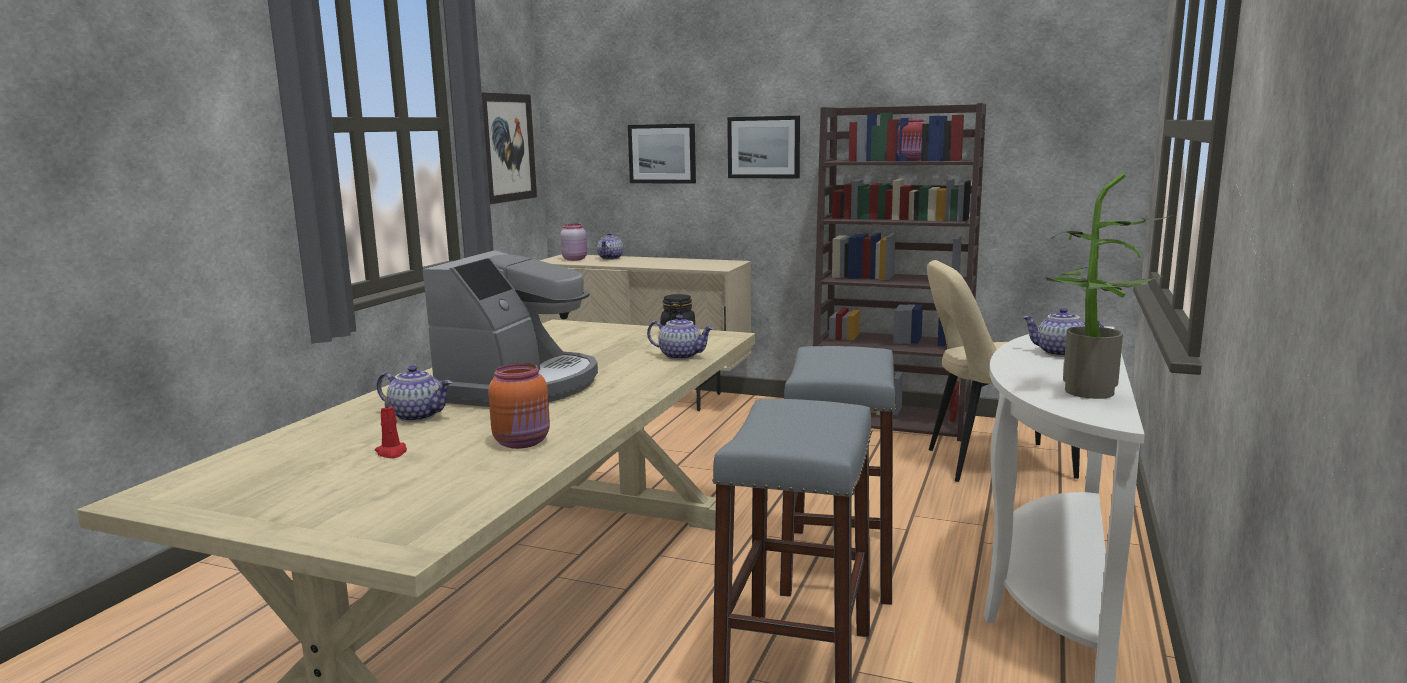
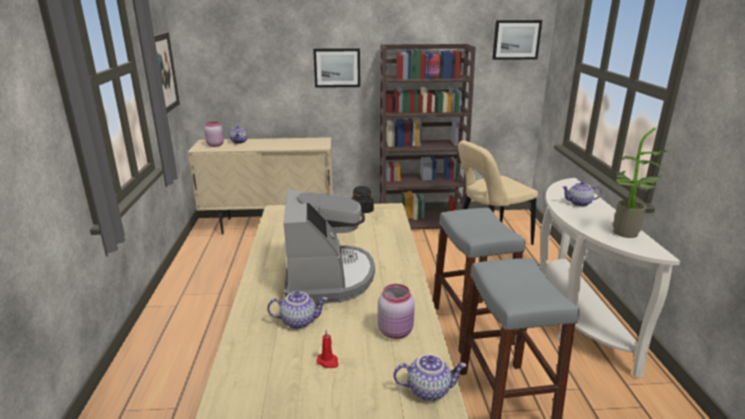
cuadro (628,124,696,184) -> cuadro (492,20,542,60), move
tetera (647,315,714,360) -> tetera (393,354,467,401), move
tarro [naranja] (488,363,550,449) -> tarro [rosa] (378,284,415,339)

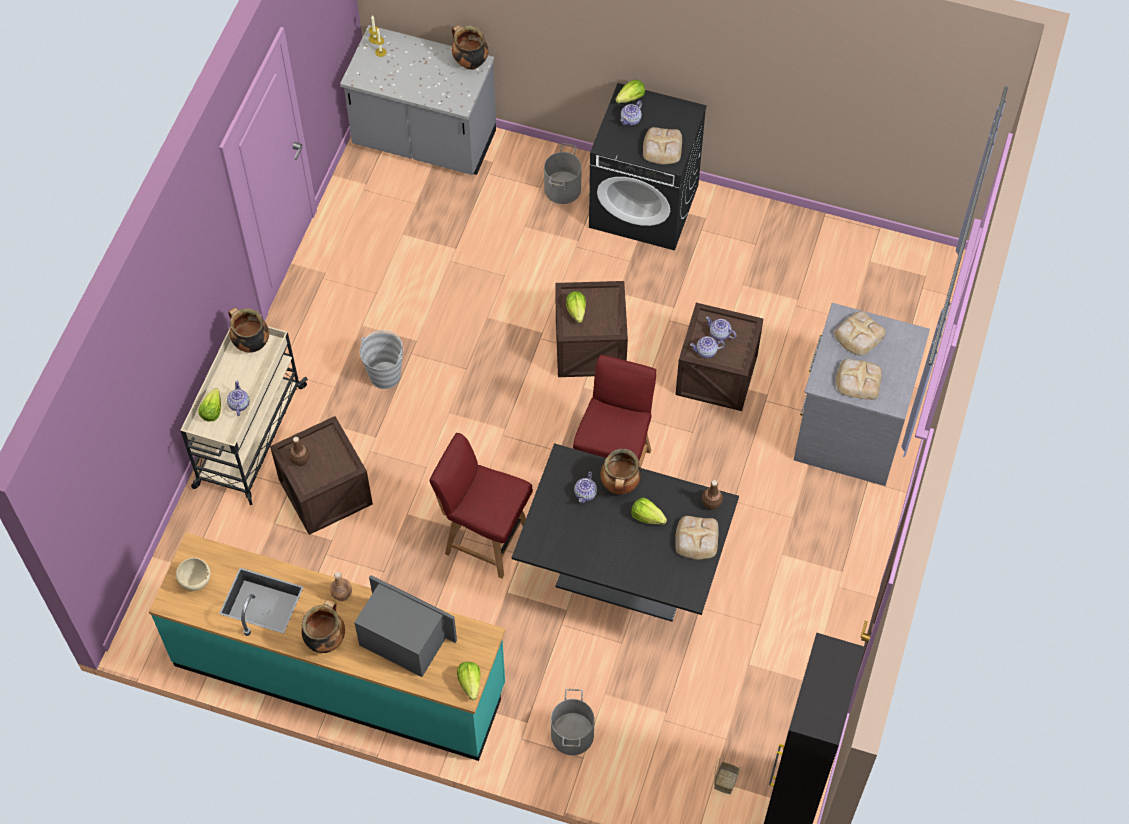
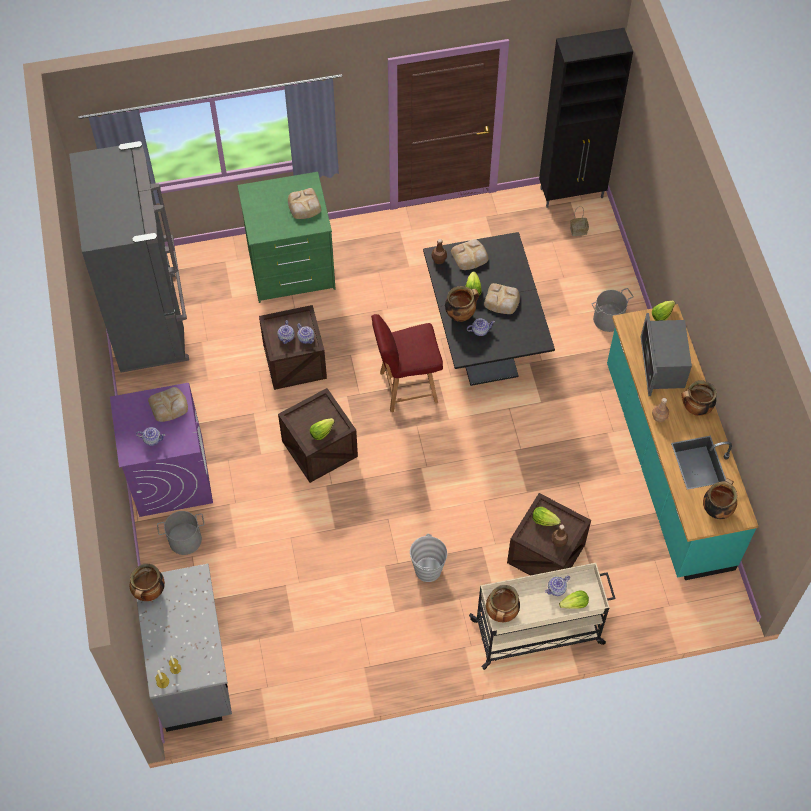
lechuga (615,80,645,103) -> lechuga (532,507,561,526), move
lavadora [negro] (589,83,707,251) -> lavadora [morado] (110,383,213,517)
cómoda [gris] (794,303,930,486) -> cómoda [verde] (237,172,336,303)
pan (834,311,886,356) -> pan (484,283,520,314), move
silla [rojo] (429,433,533,579) -> none
cuenco [beis] (176,558,211,591) -> olla (703,478,737,519)
none -> nevera [gris] (69,141,189,373)

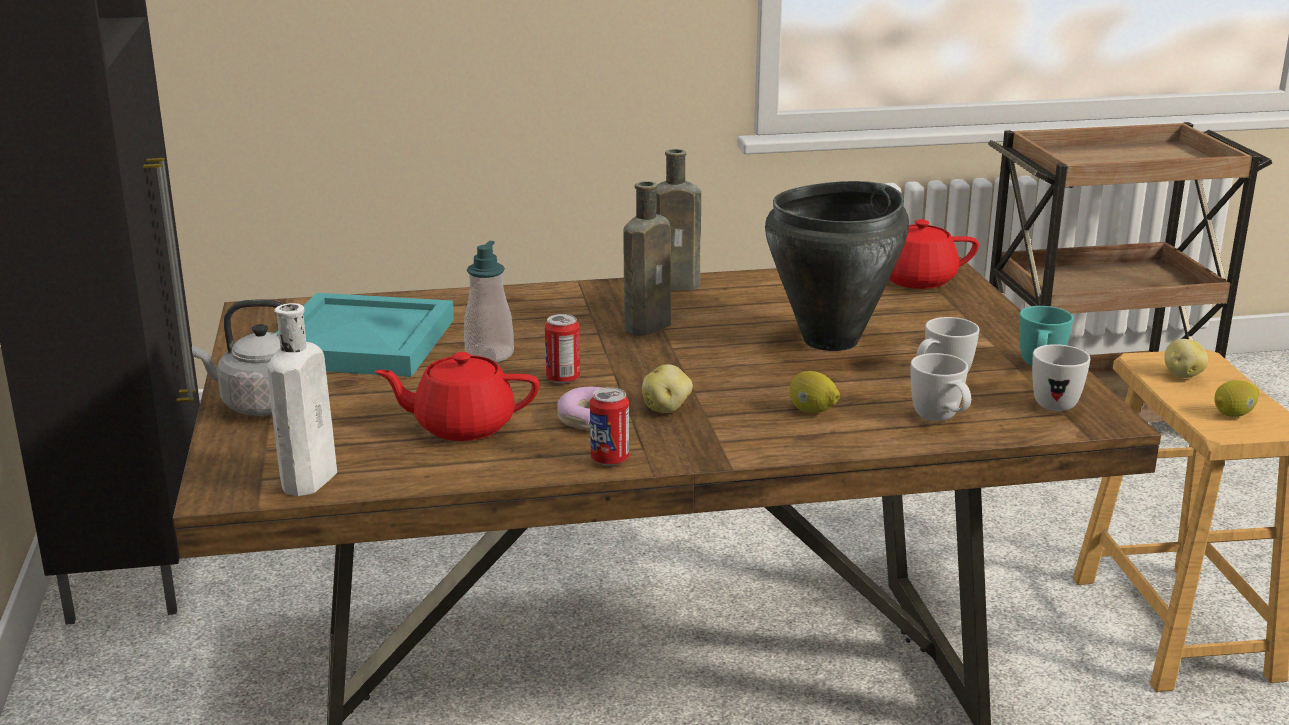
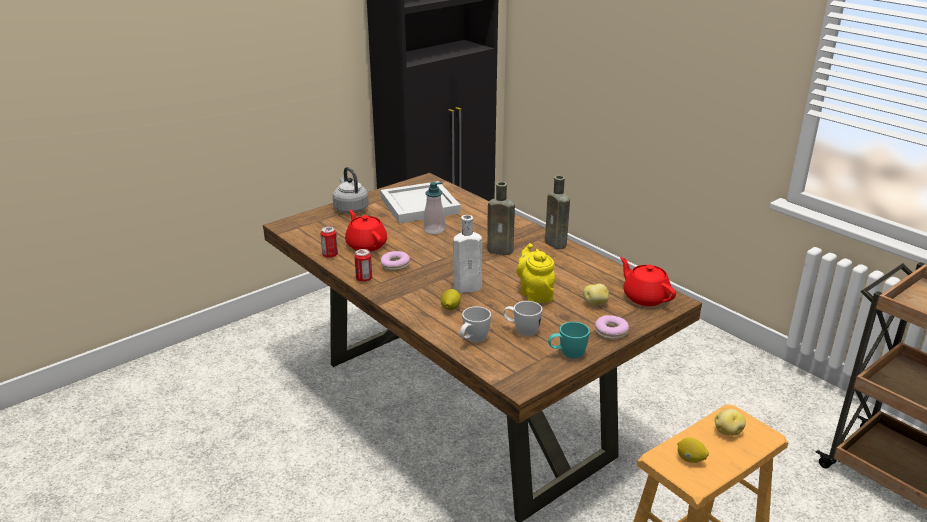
olla [negro] (765,181,909,351) -> tetera [amarillo] (516,243,555,304)
bandeja [turquesa] (276,293,454,377) -> bandeja [blanco] (380,181,460,223)
botella [blanco] (267,303,337,496) -> botella [blanco] (453,215,482,293), move
lata (545,314,580,384) -> lata (320,226,338,258), move
taza grande [blanco] (1032,344,1090,411) -> none
patata (642,364,693,413) -> patata (583,284,609,305), move
none -> rosquilla (595,315,629,339)

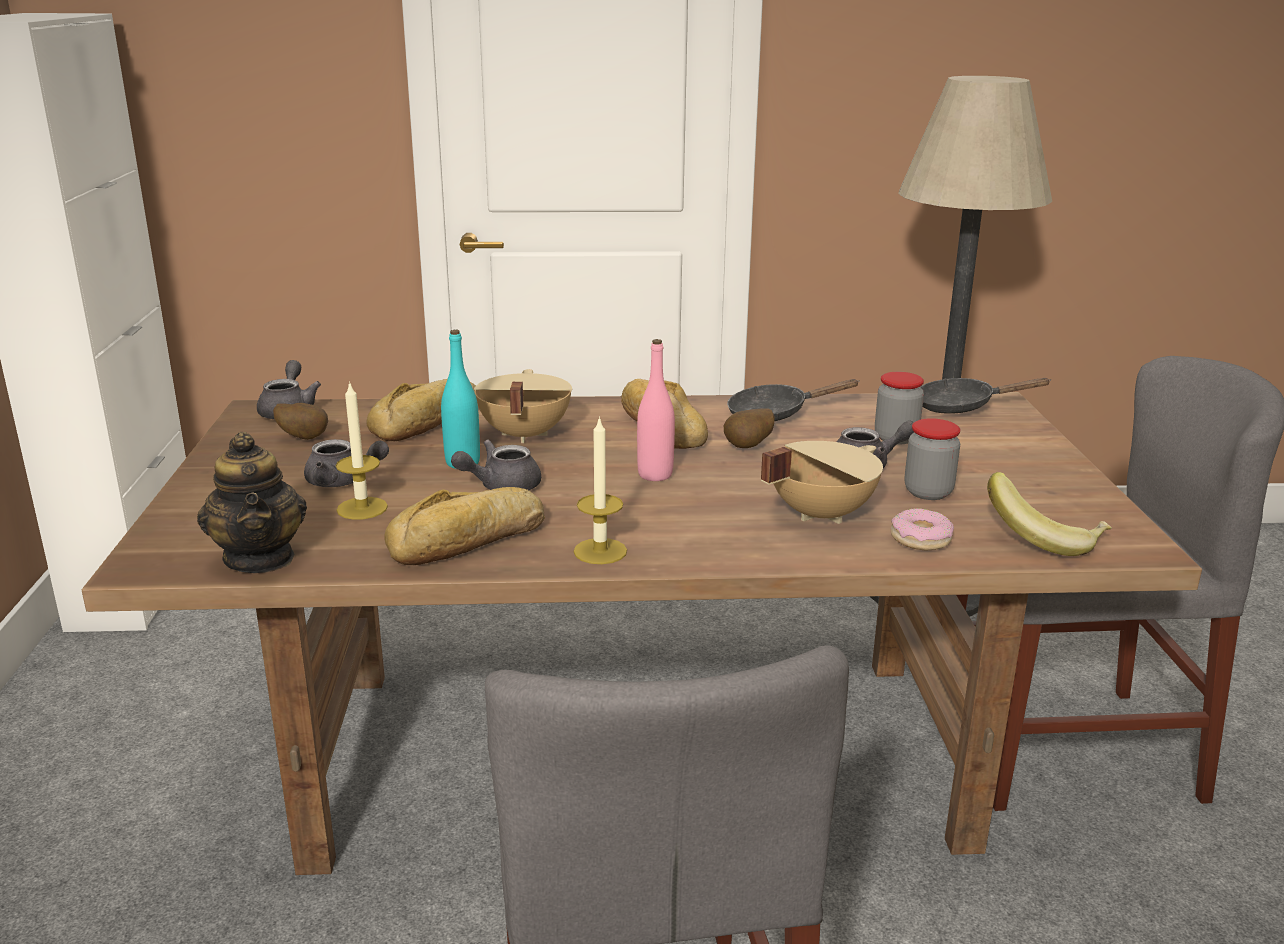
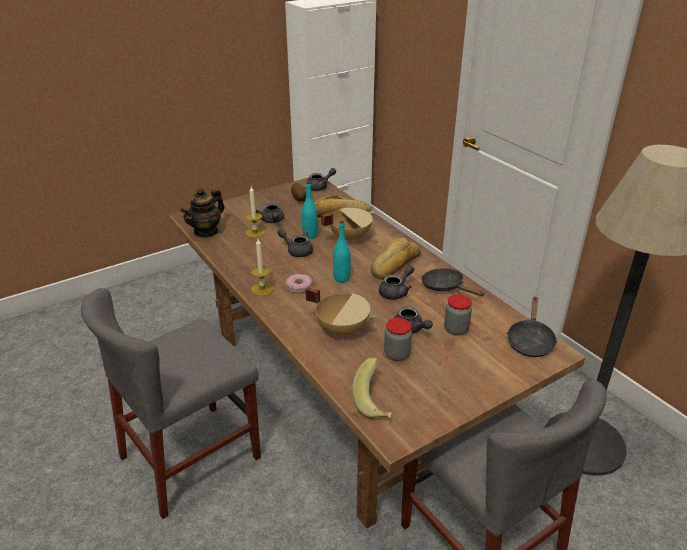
botella [rosa] (637,339,675,481) -> botella [turquesa] (333,221,351,283)
sartén [negro] (920,378,1051,414) -> sartén [negro] (507,297,558,357), 135 degrees counterclockwise
patata (724,408,775,448) -> tetera [gris] (379,265,414,300)
pan (384,487,545,565) -> none
rosquilla (891,508,954,550) -> rosquilla (286,274,312,293), move

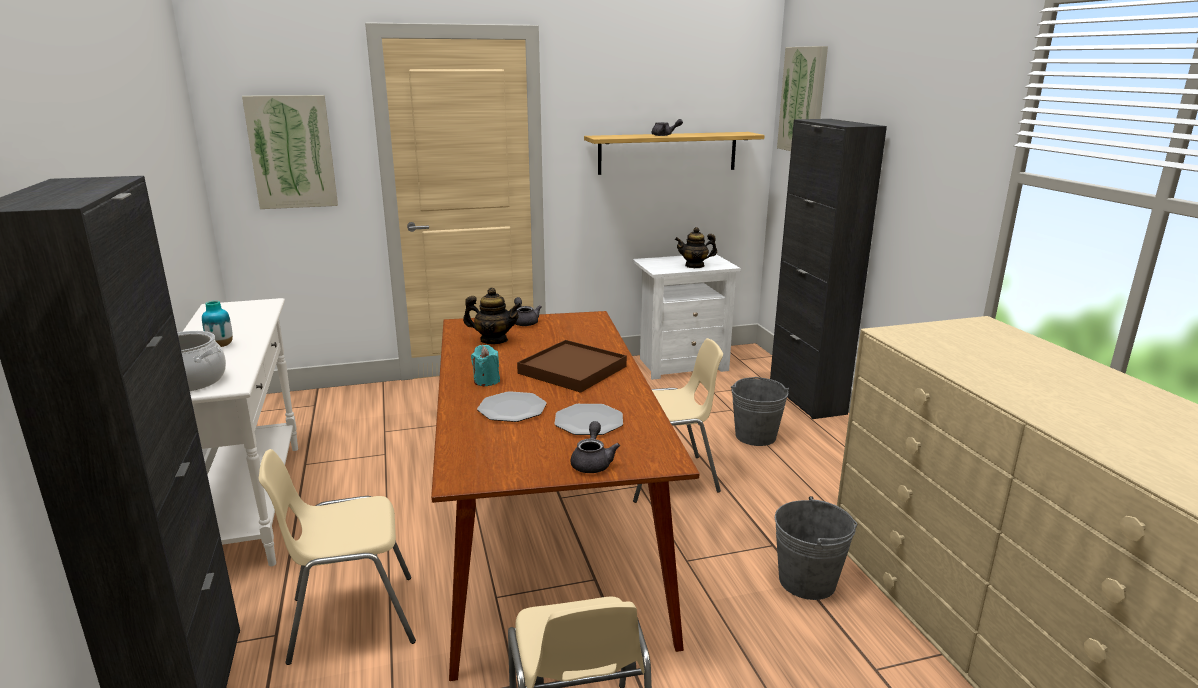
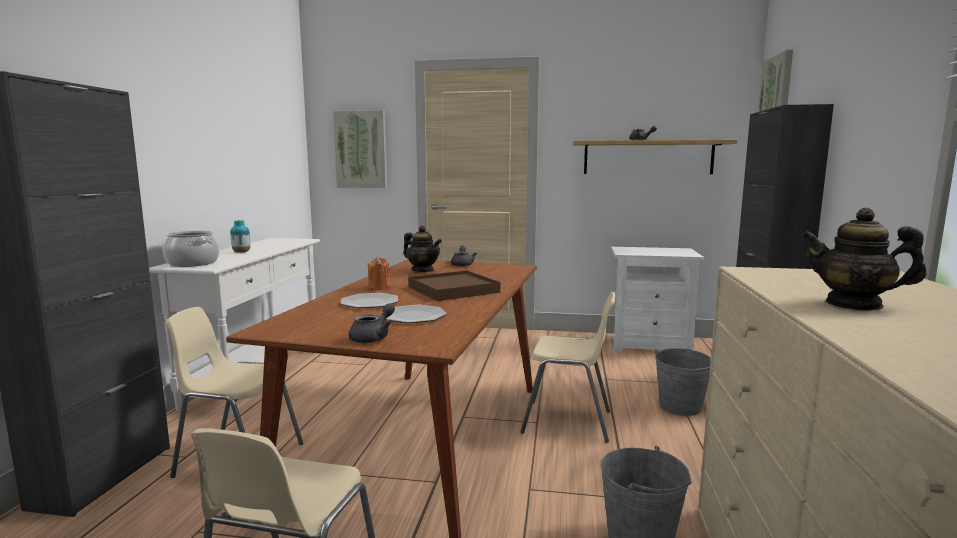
tetera (675,227,717,268) -> tetera (801,208,927,311), move
vela [turquesa] (471,345,500,386) -> vela [naranja] (367,257,390,290)

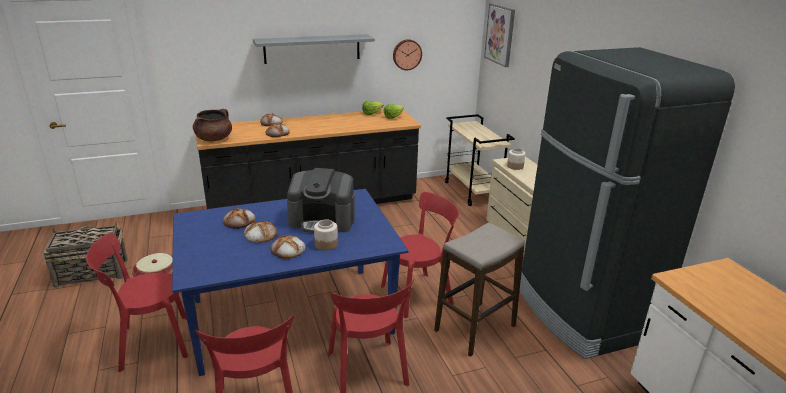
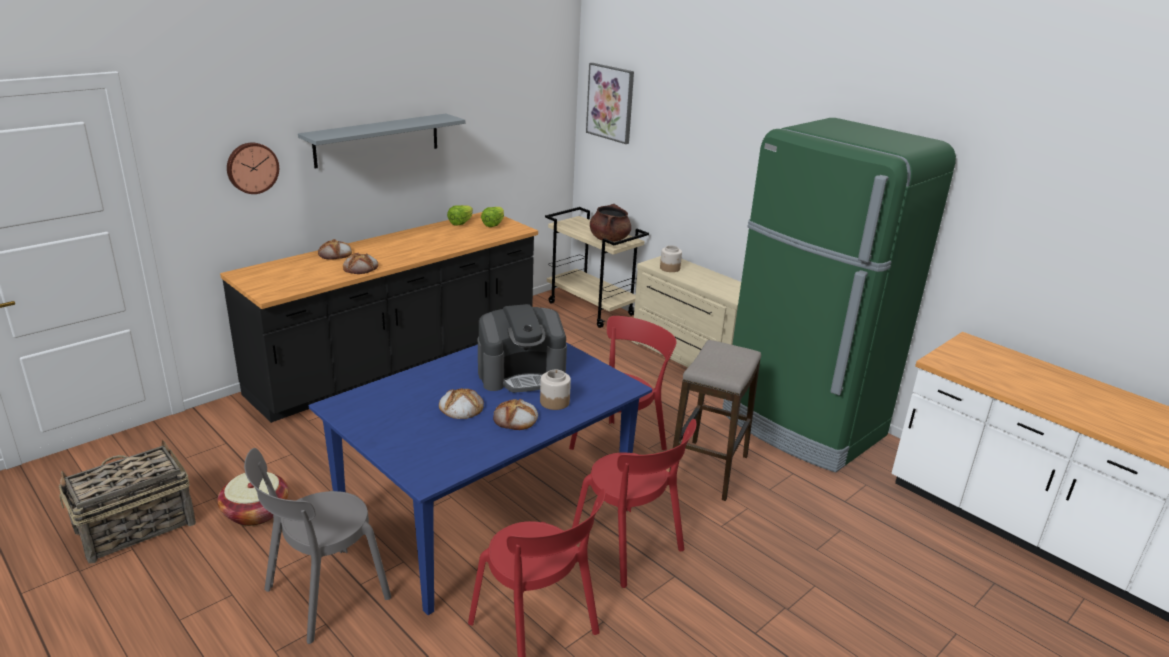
reloj de pared (393,39,422,70) -> reloj de pared (227,142,279,194), move
nevera [negro] (520,47,735,359) -> nevera [verde] (722,118,956,472)
olla [marrón] (193,109,232,141) -> olla [marrón] (590,204,631,242), move
pan (223,208,256,229) -> none
silla [rojo] (86,233,188,372) -> silla [gris] (244,448,391,644)

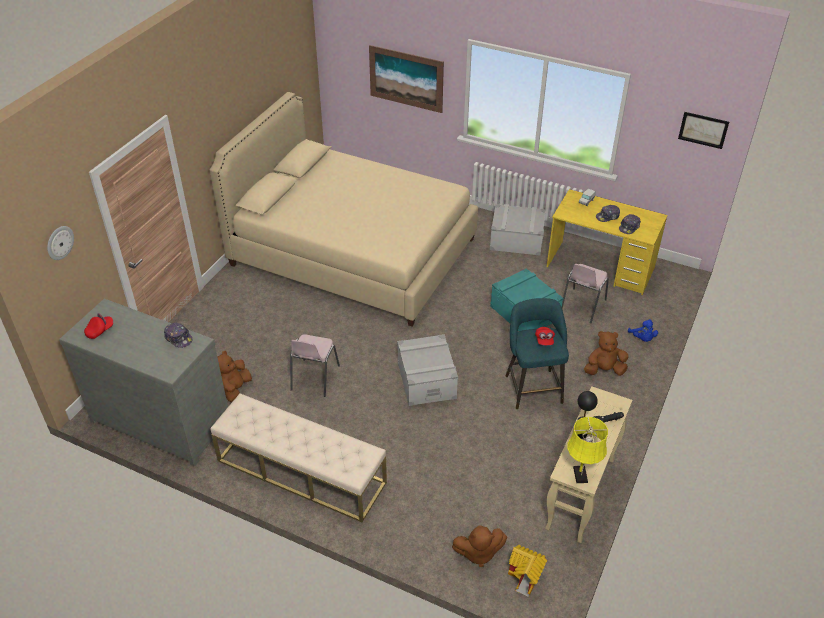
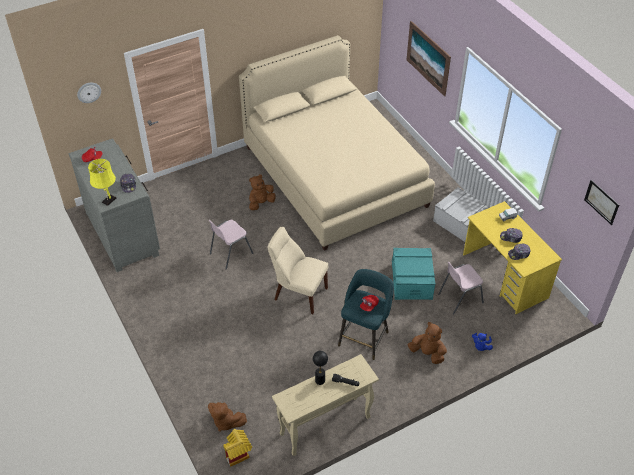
caja de almacenaje [gris] (397,334,458,406) -> silla [beis] (267,227,328,314)
peluche [marrón] (218,351,252,402) -> peluche [marrón] (249,174,275,210), move
banco [beis] (210,393,387,522) -> none
lámpara de mesa [amarillo] (567,417,608,483) -> lámpara de mesa [amarillo] (88,159,116,206), move

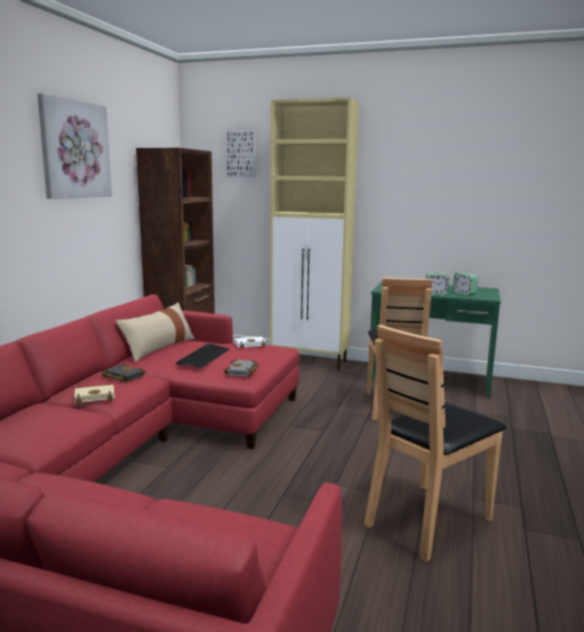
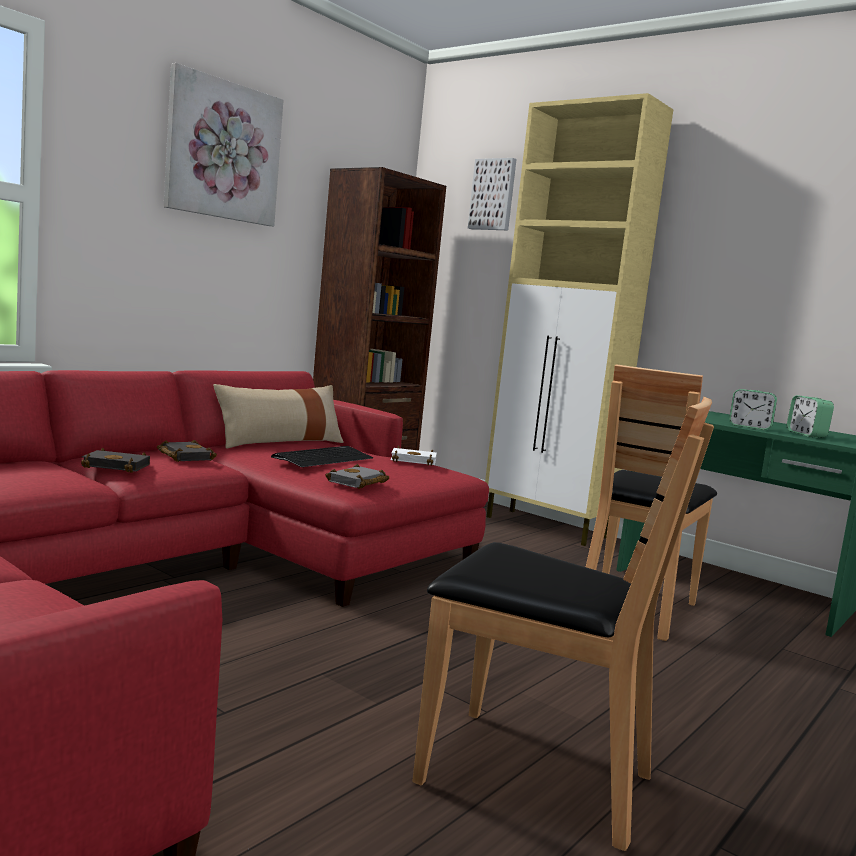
silla [marrón] (364,325,506,562) -> silla [marrón] (412,397,714,851), 135 degrees counterclockwise
libro [beis] (74,383,114,404) -> libro [negro] (81,448,150,473)

